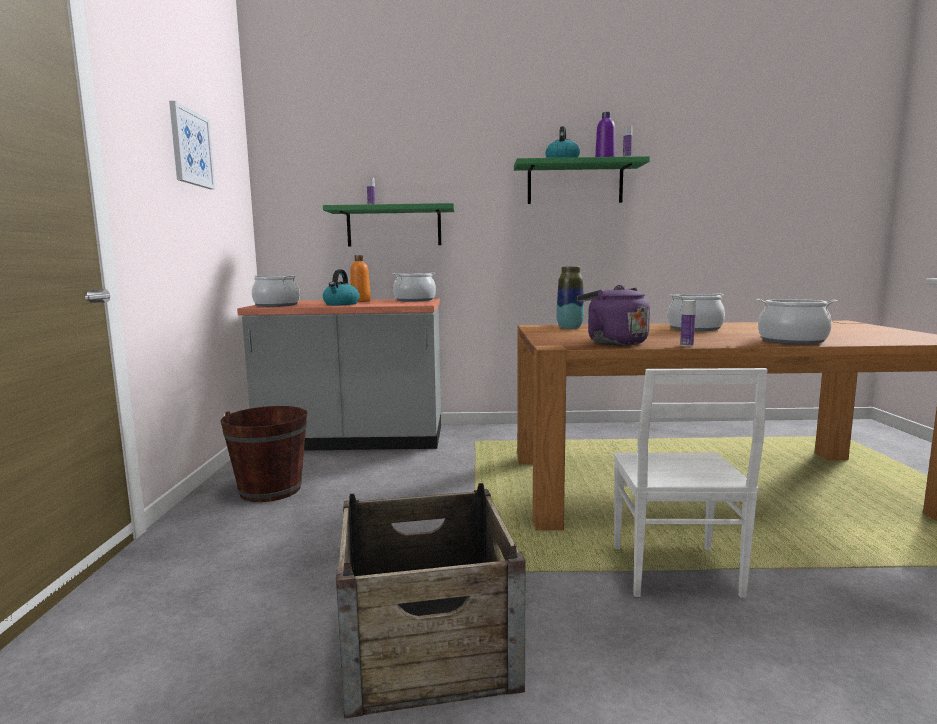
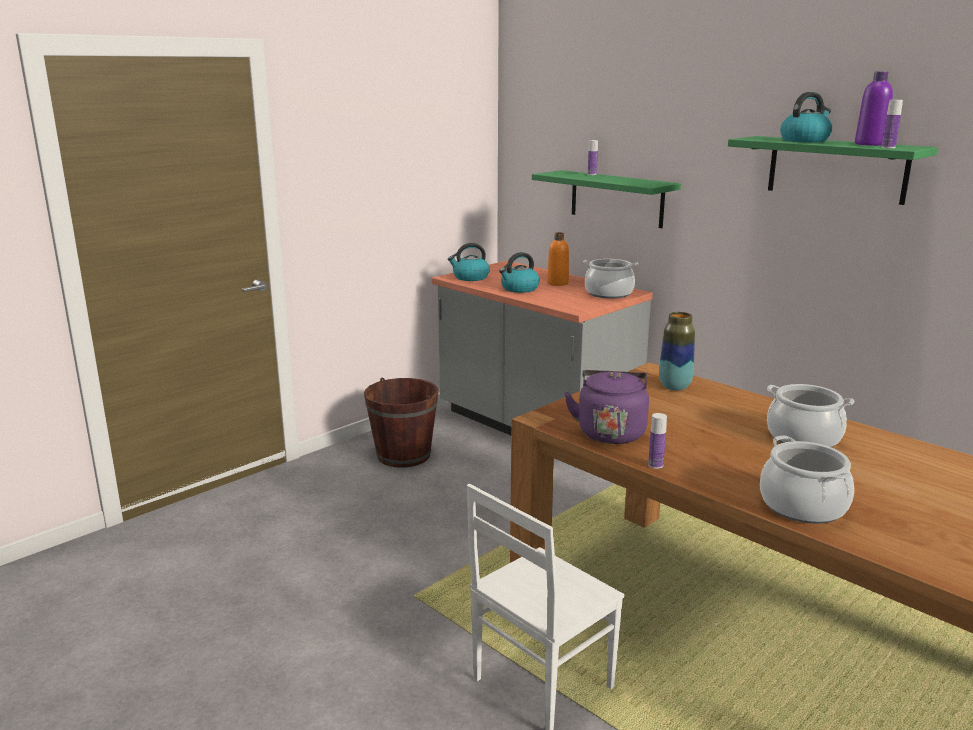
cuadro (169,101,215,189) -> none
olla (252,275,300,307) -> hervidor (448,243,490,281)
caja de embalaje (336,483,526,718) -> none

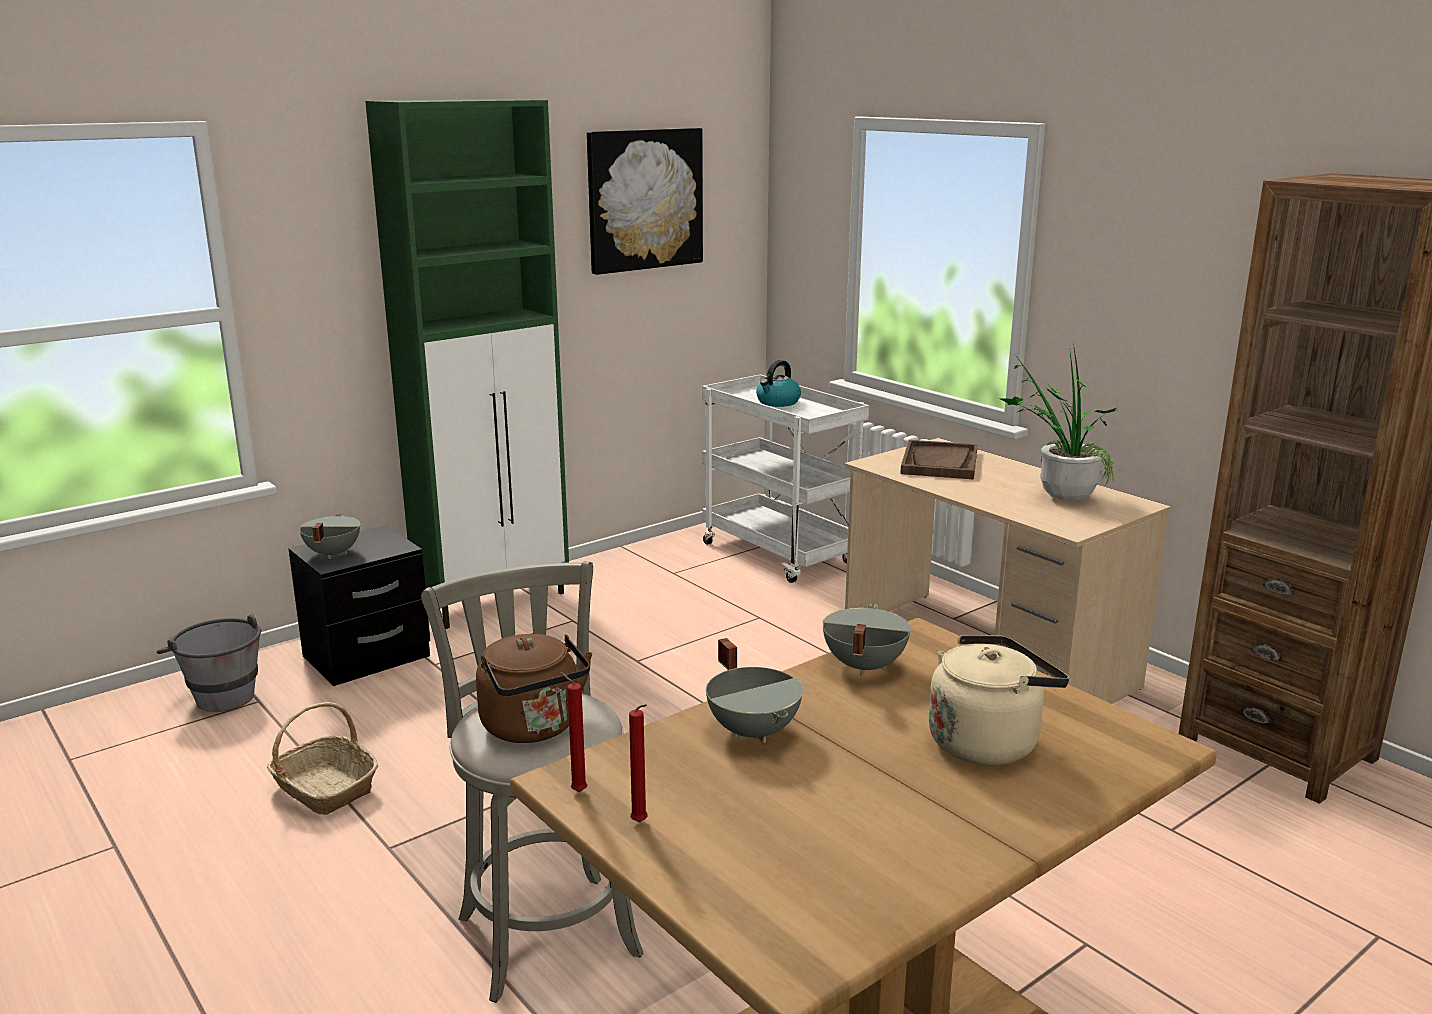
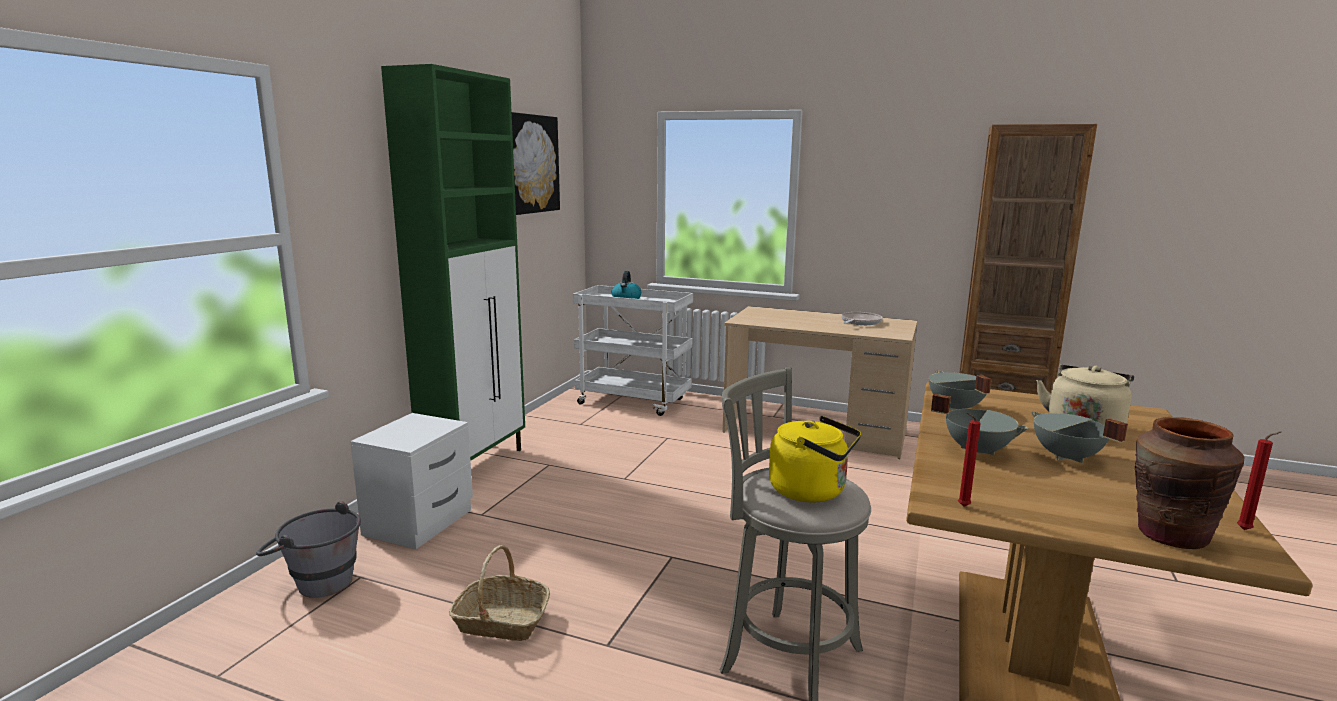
planta en maceta (999,344,1118,501) -> sartén (841,312,883,325)
bandeja [marrón] (900,440,978,480) -> none
olla [gris] (300,513,361,559) -> olla [gris] (1031,412,1128,463), move
mesita de noche [negro] (288,525,430,686) -> mesita de noche [blanco] (350,413,473,549)
hervidor [marrón] (476,634,592,743) -> hervidor [amarillo] (769,416,861,503)
vela [rojo] (629,704,648,822) -> vela [rojo] (1237,432,1281,530), move
none -> florero [marrón] (1135,417,1244,549)

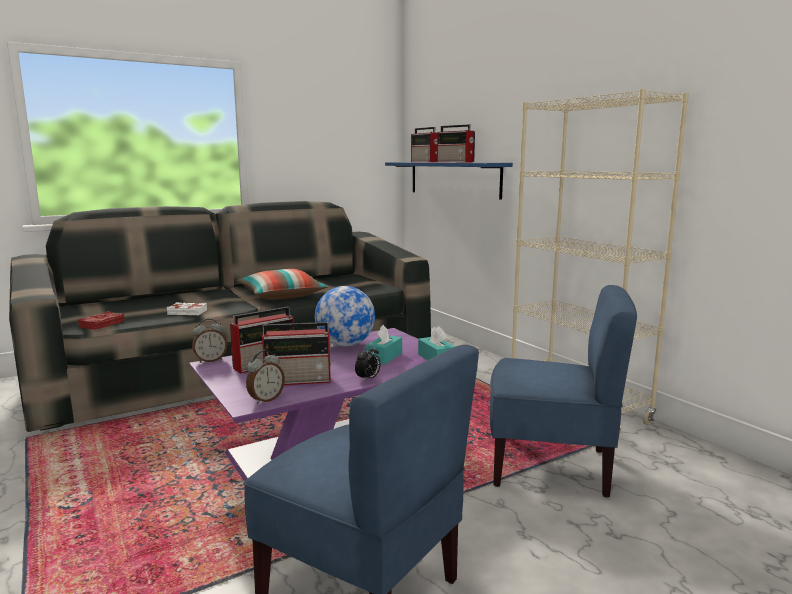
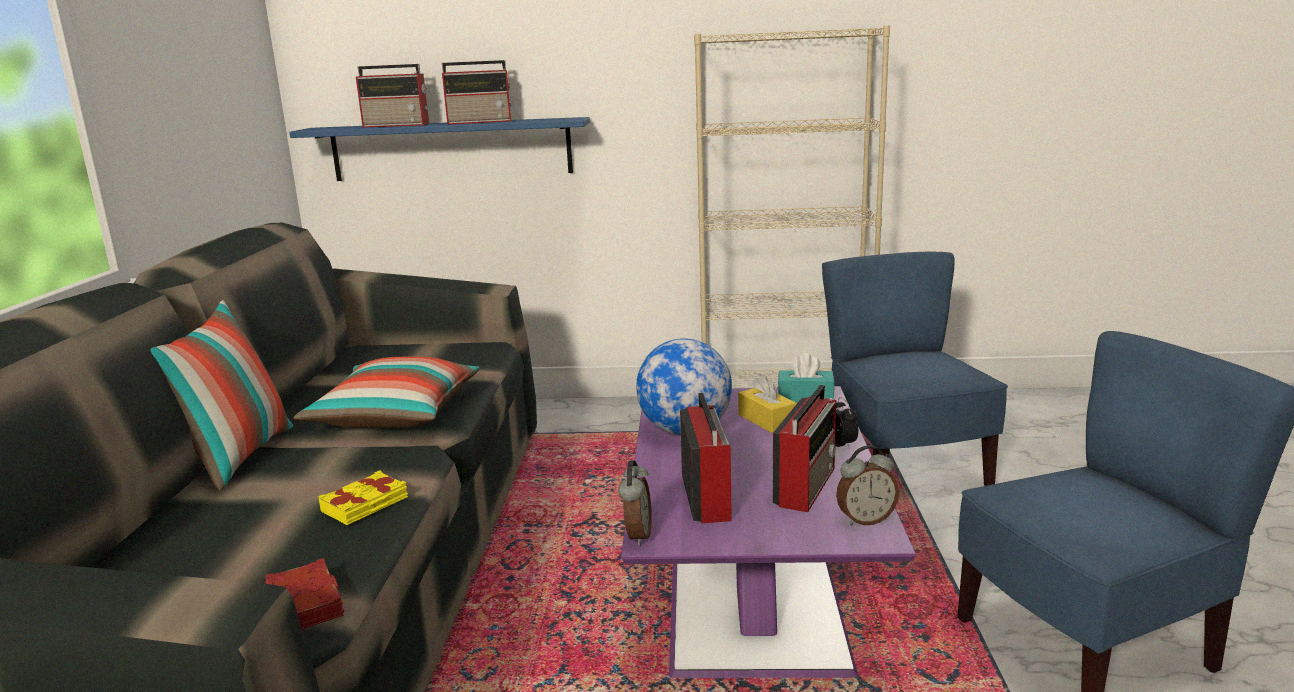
silla [azul] (490,285,637,498) -> silla [azul] (822,252,1008,486), 60 degrees counterclockwise
libro [blanco] (167,302,207,315) -> libro [amarillo] (318,470,408,525)
caja de pañuelos [turquesa] (366,325,402,365) -> caja de pañuelos [amarillo] (738,375,797,433)
despertador (246,350,285,404) -> despertador (836,446,899,526), 90 degrees clockwise
none -> cojín (150,300,293,491)

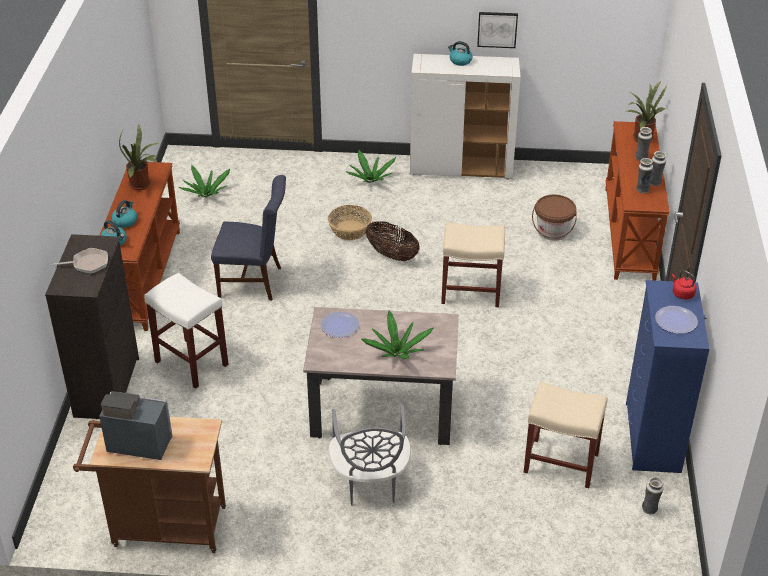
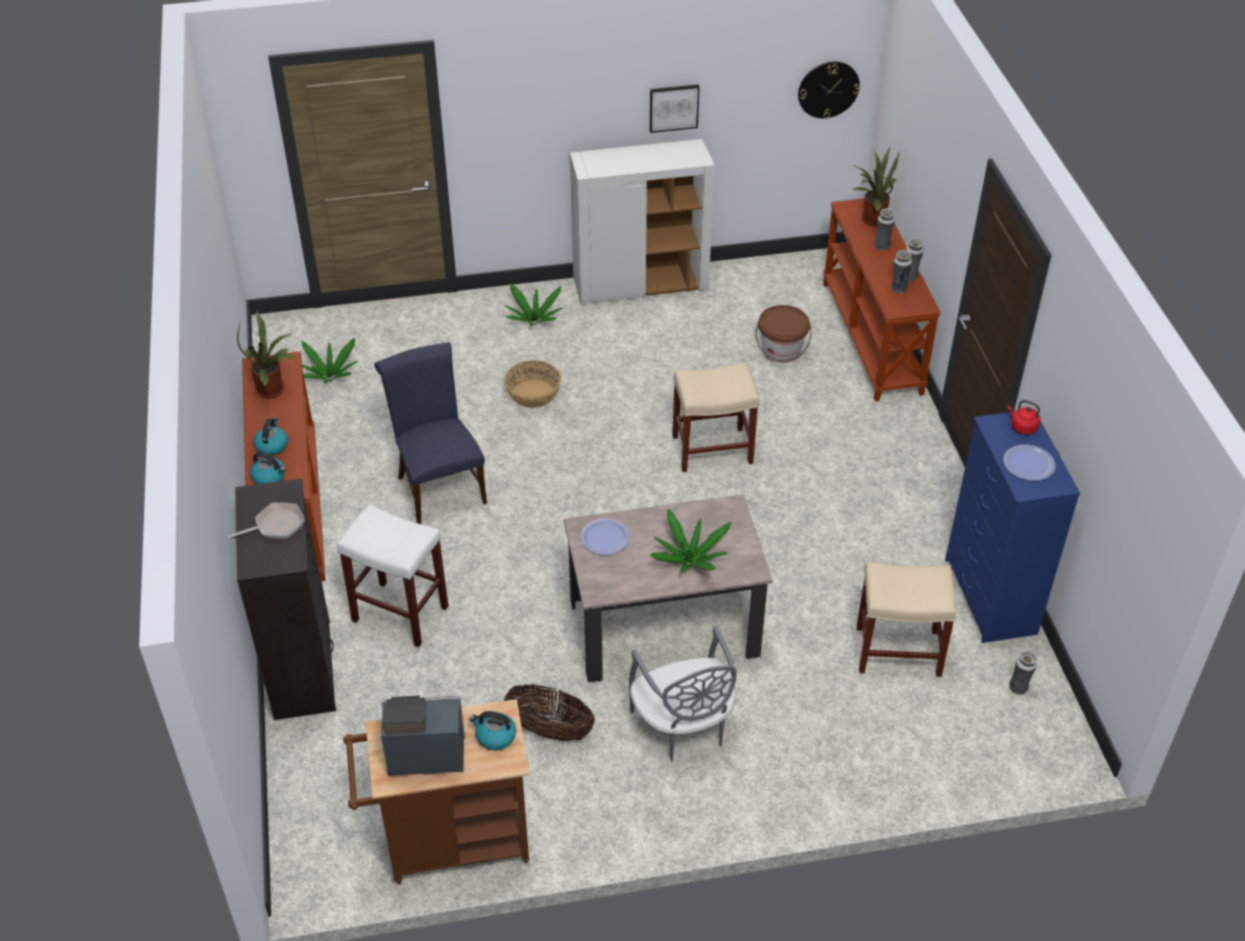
hervidor (448,41,473,66) -> hervidor (469,711,516,750), move
silla [azul] (211,175,286,301) -> silla [azul] (374,342,487,524), 105 degrees counterclockwise
cesta (365,221,420,261) -> cesta (504,684,595,741), move
none -> reloj de pared (798,62,860,119)

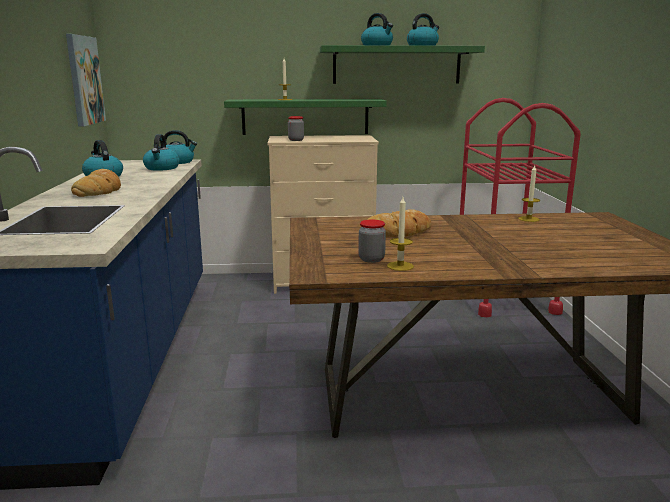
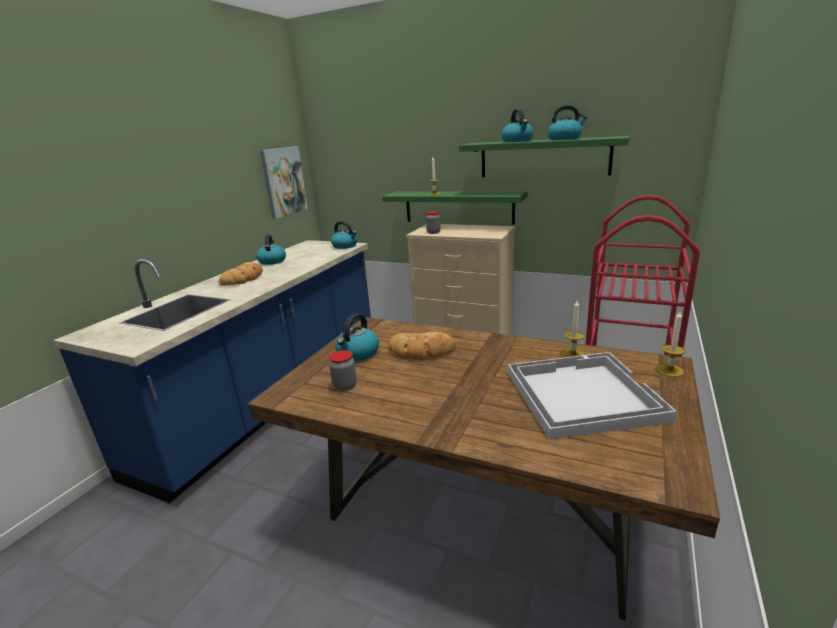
hervidor (143,134,180,171) -> hervidor (335,313,379,361), move
vela (387,197,414,271) -> vela (657,311,685,377), move
none -> bandeja [blanco] (508,352,677,440)

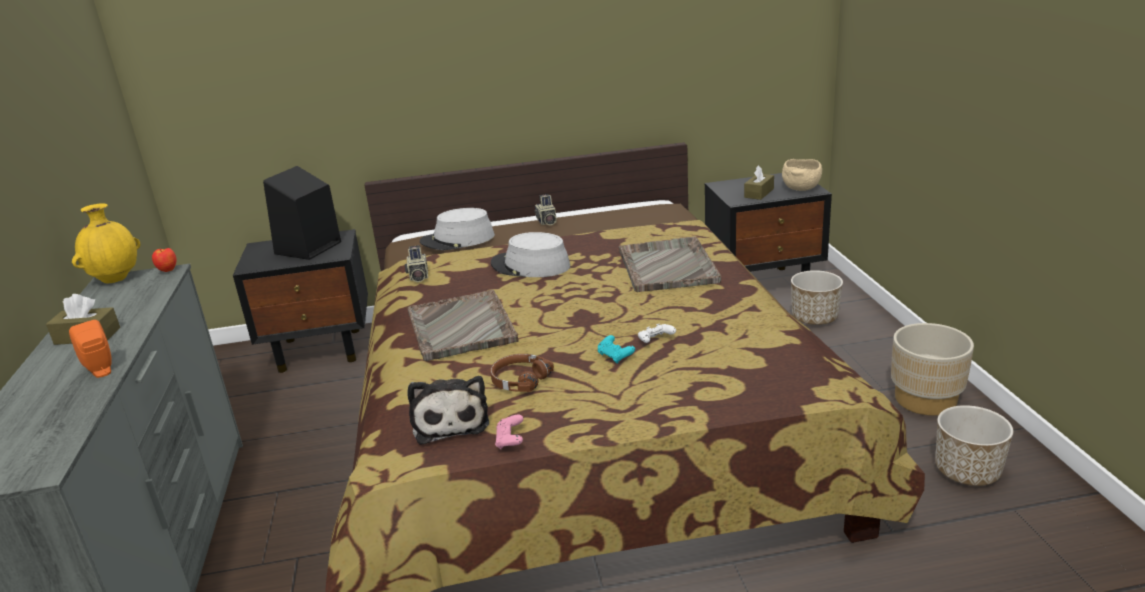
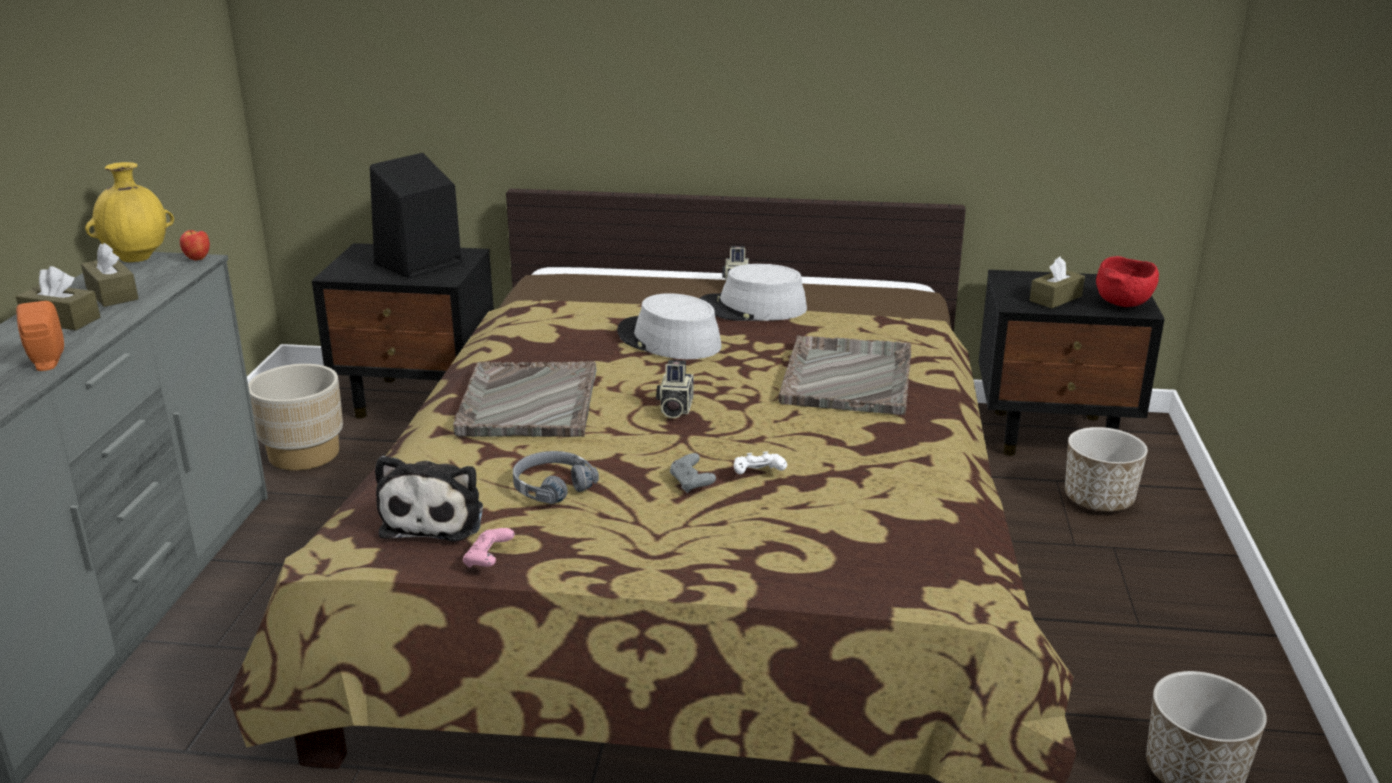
cuenco [beis] (782,159,822,191) -> cuenco [rojo] (1096,256,1159,307)
sombrero [gris] (420,208,495,250) -> sombrero [gris] (700,264,807,321), move
cámara (405,245,428,282) -> cámara (656,360,694,418), move
maceta [beis] (891,323,974,416) -> maceta [beis] (248,364,343,471), move
mando de consola [turquesa] (598,335,635,364) -> mando de consola [gris] (670,453,716,494)
auriculares [marrón] (490,354,554,392) -> auriculares [gris] (513,451,599,504)
none -> caja de pañuelos [marrón] (81,243,139,307)

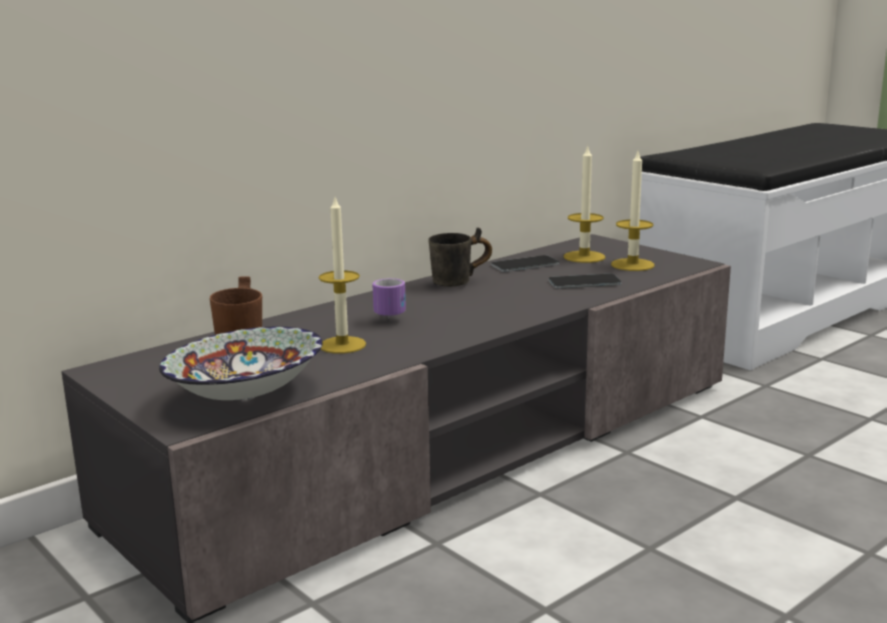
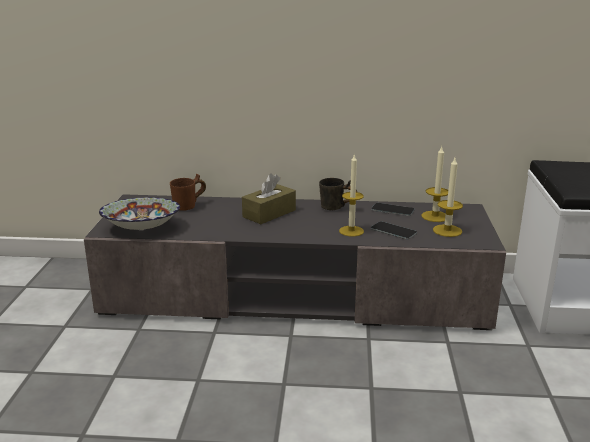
vela (319,198,366,354) -> vela (339,153,364,237), move
taza grande (372,278,406,316) -> caja de pañuelos [marrón] (242,174,296,224)

